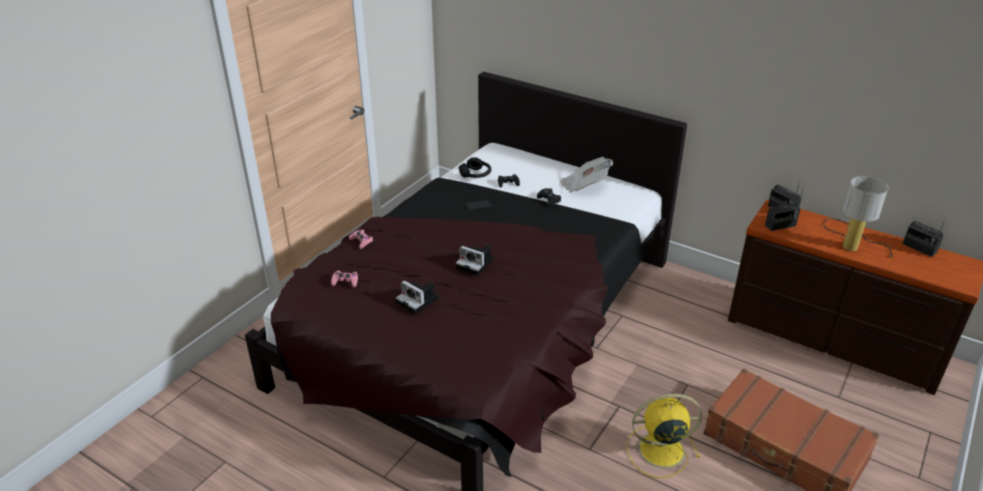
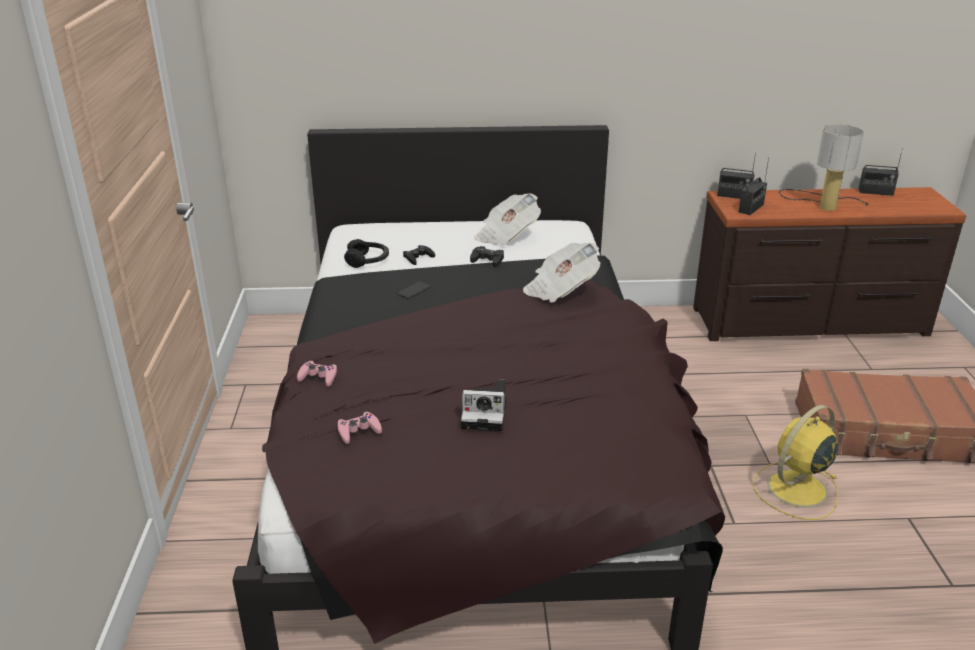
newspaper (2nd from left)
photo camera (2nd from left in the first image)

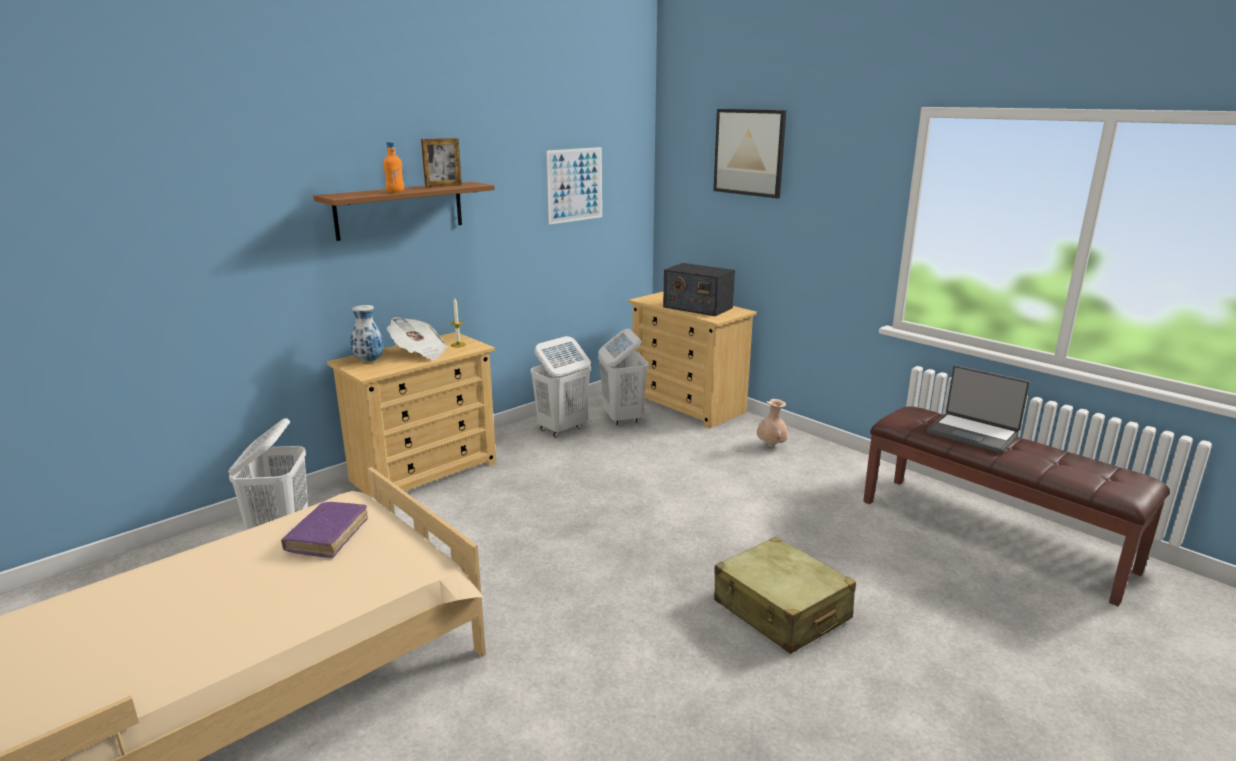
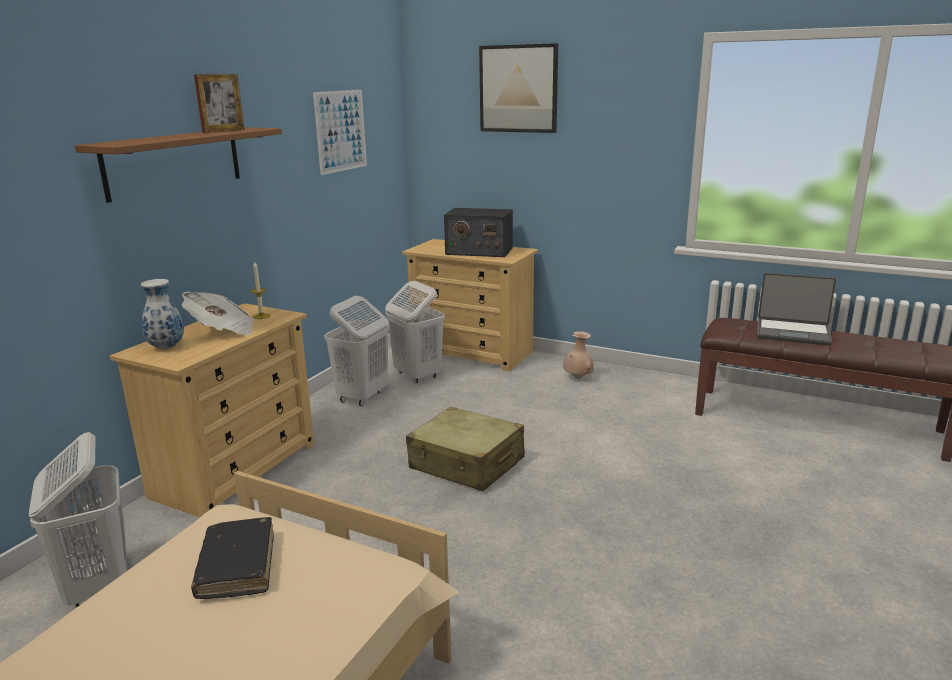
black volume
beige-coloured piece of luggage
orange-coloured drink bottle

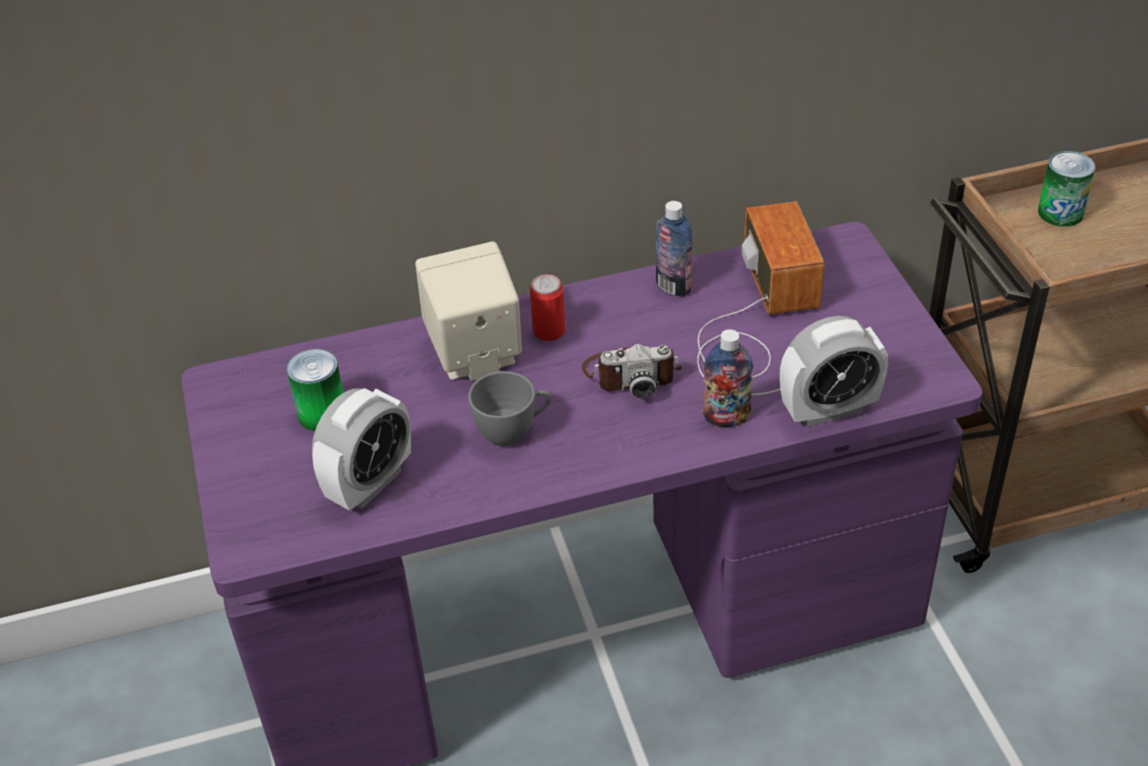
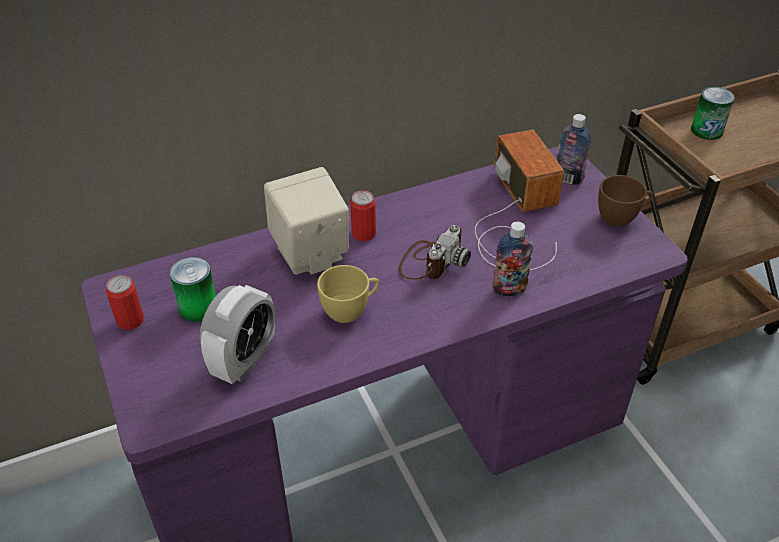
sealed can (1st from left)
yellowish cup
photo camera
drink bottle (2nd from left)
brownish cup
table clock (2nd from left in the first image)

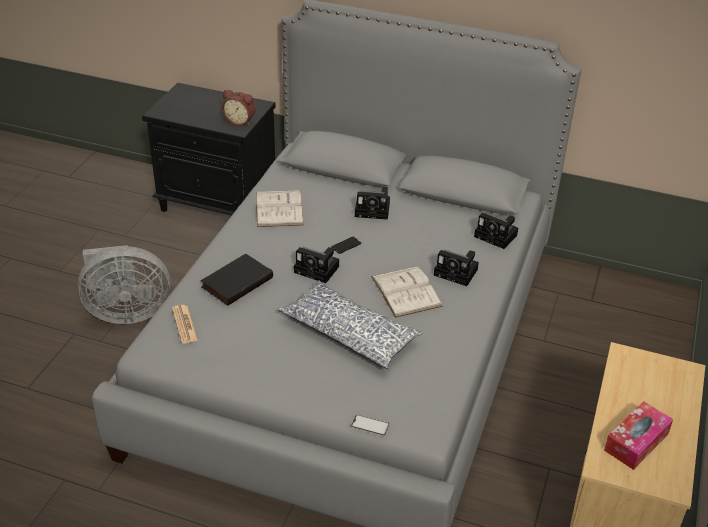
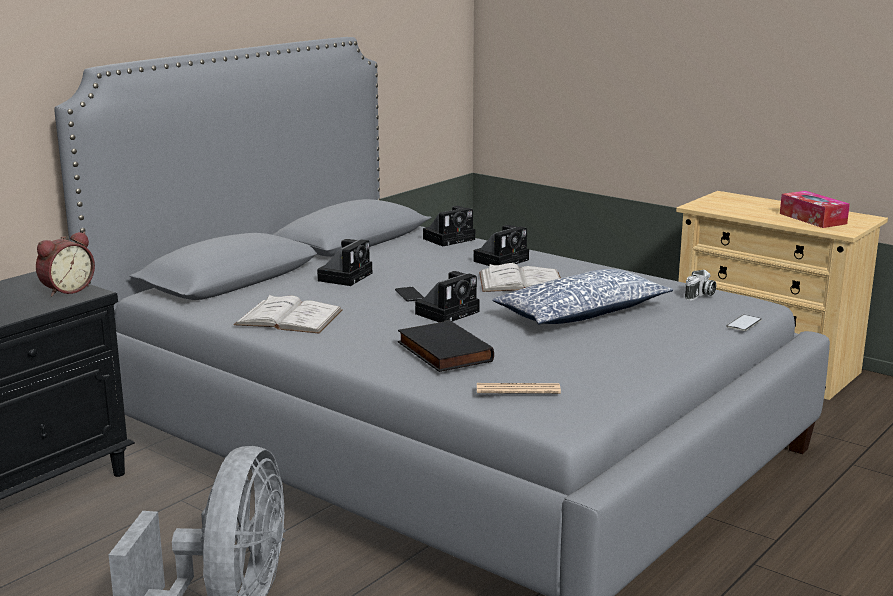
photo camera (5th from left)

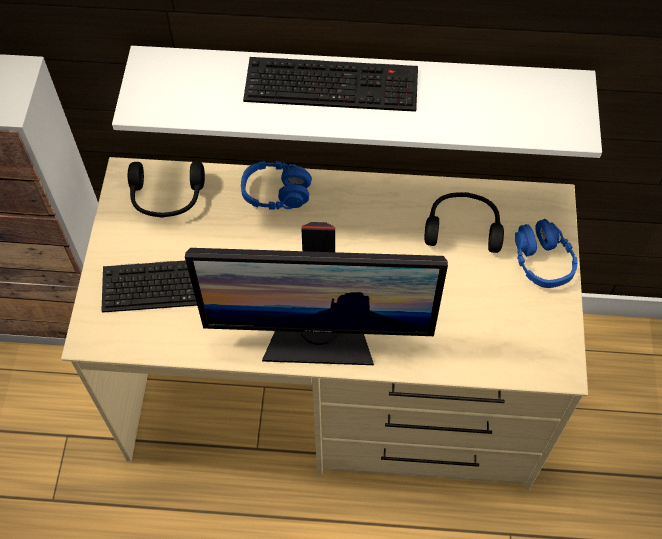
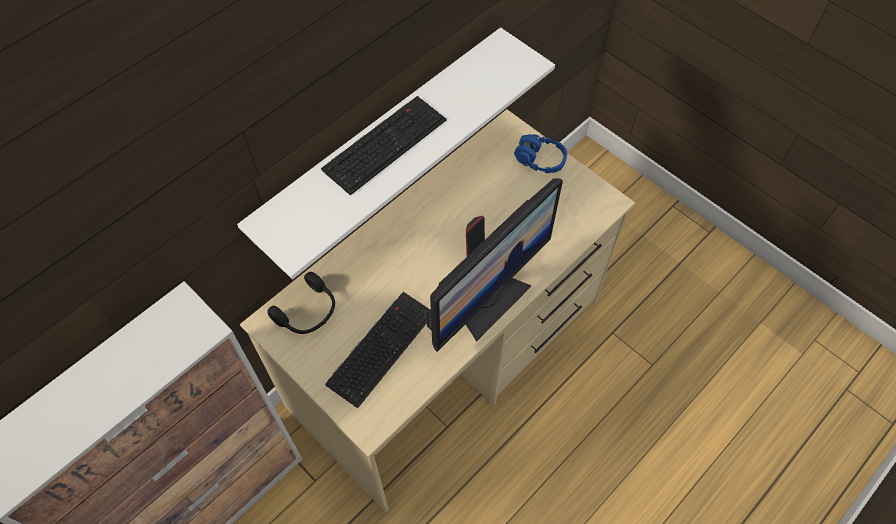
blue-coloured headphones (1st from left in the first image)
black headphones (2nd from left in the first image)

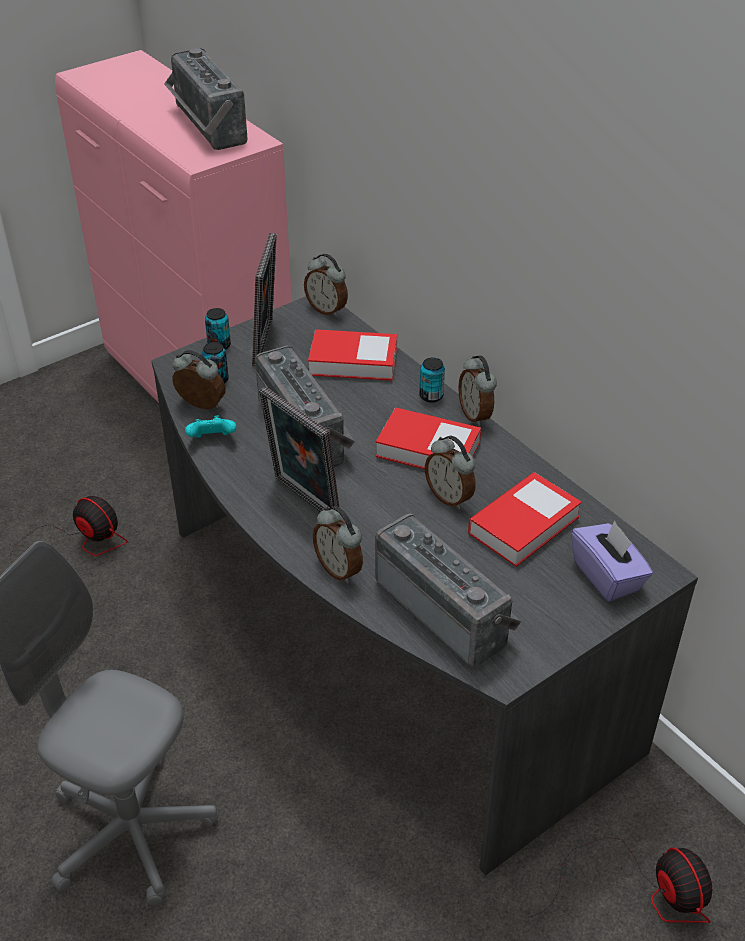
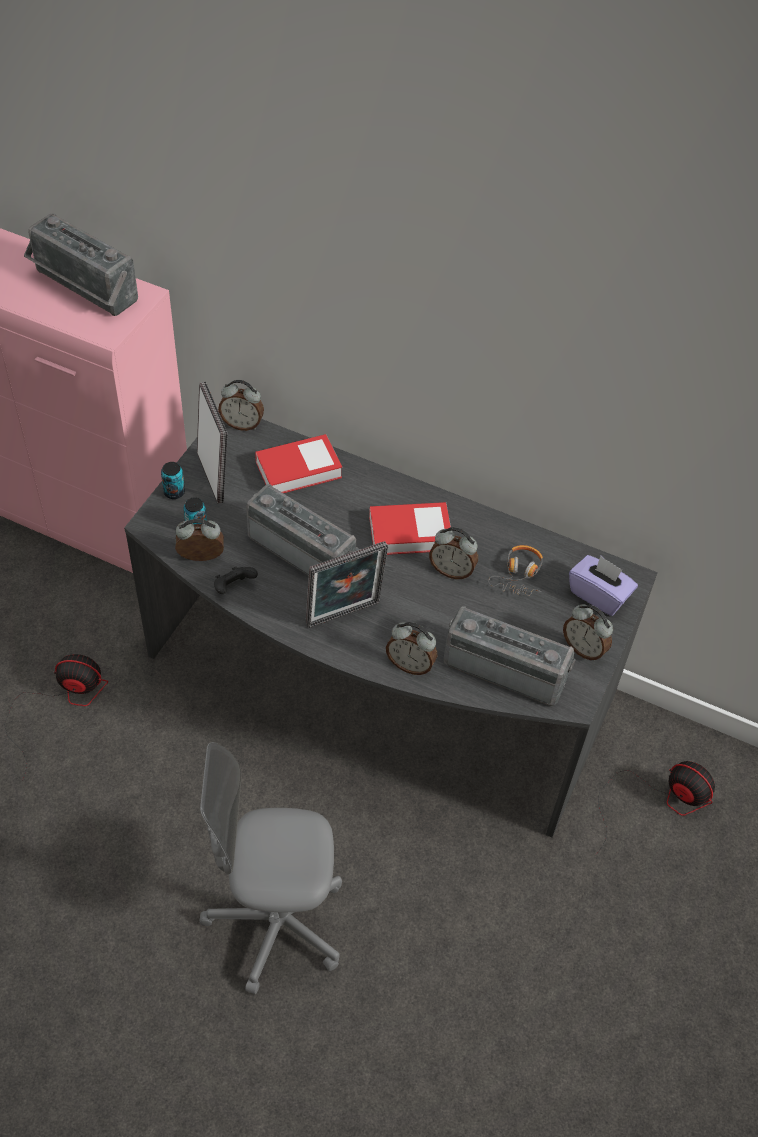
black gamepad
photo frame (2nd from left)
headphones
table clock (5th from left)
sealed can (3rd from left in the first image)

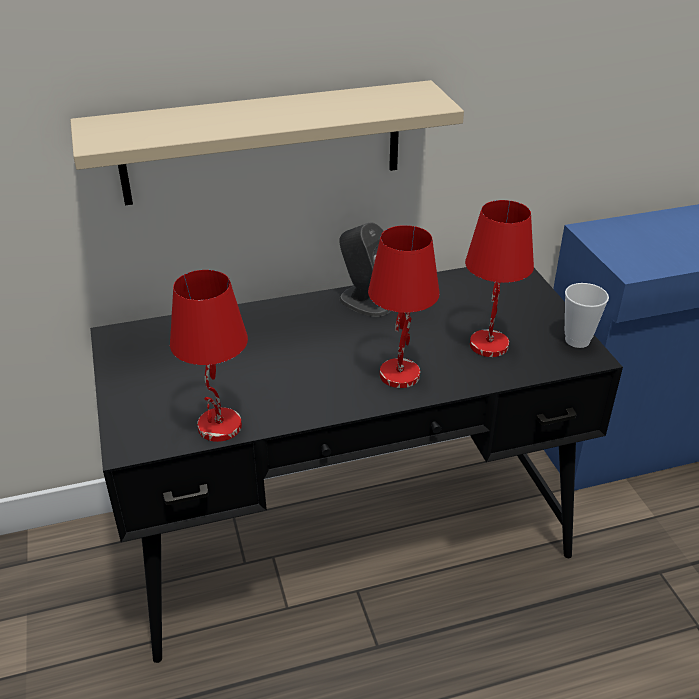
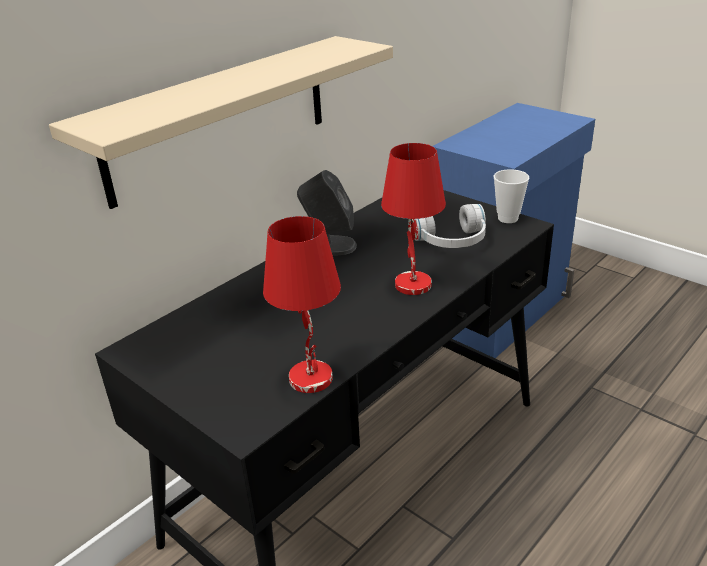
whitish headphones

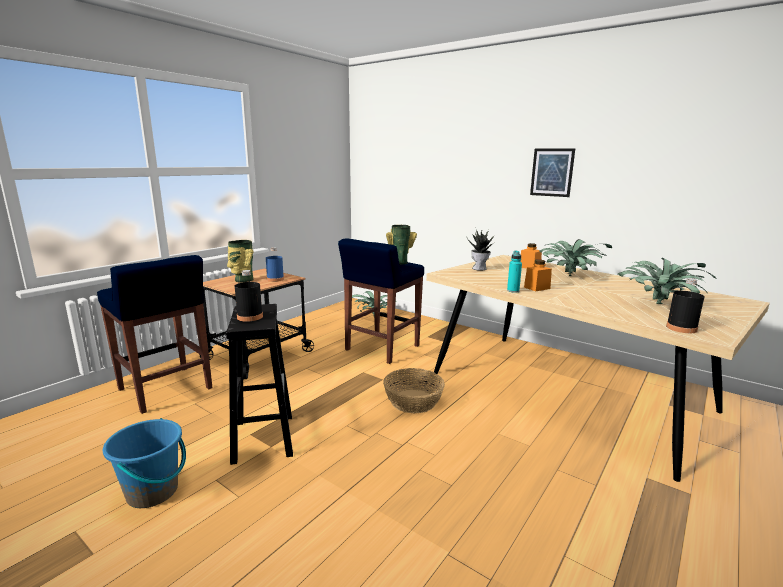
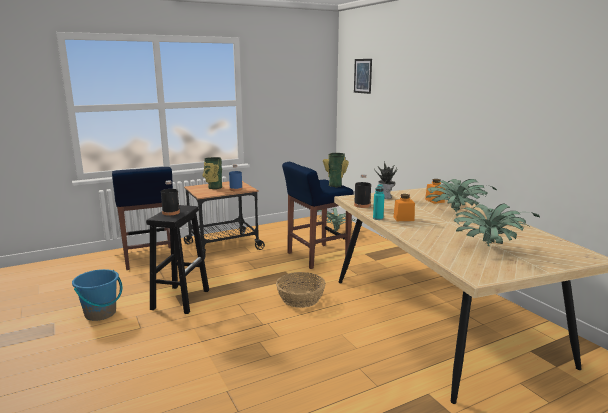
picture
black drink bottle (2nd from left)

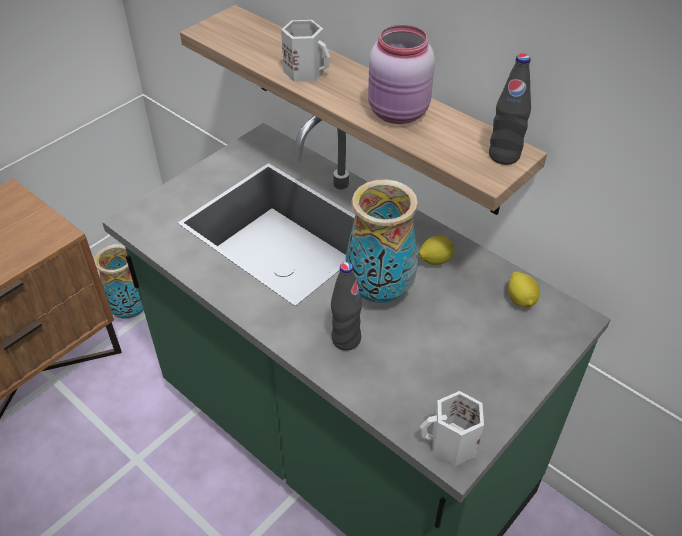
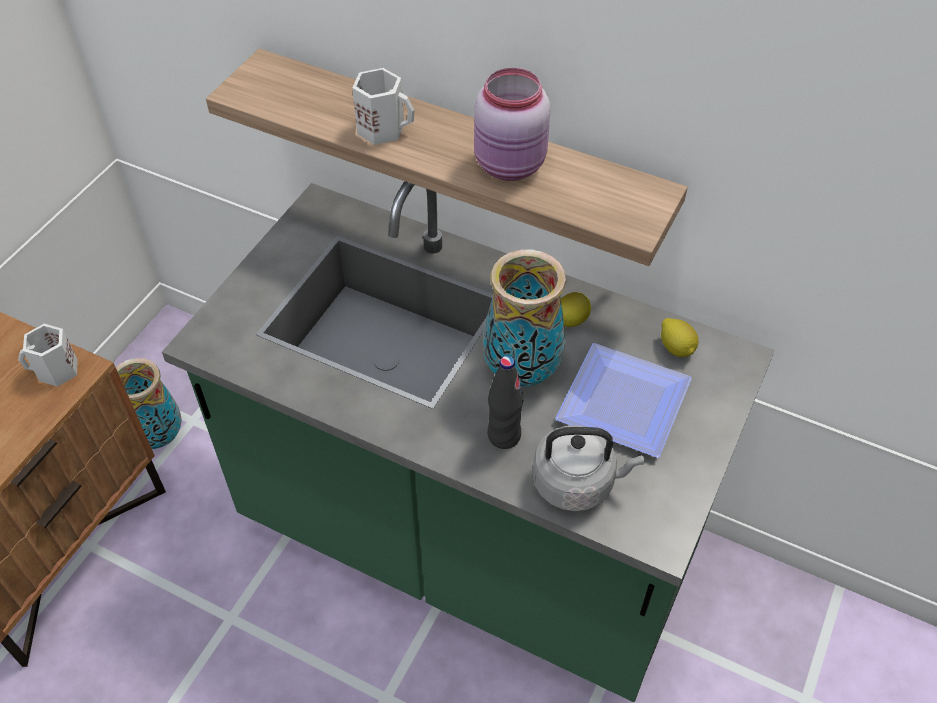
whitish mug (1st from left)
gray kettle
dinner plate
black drink bottle (2nd from left in the first image)

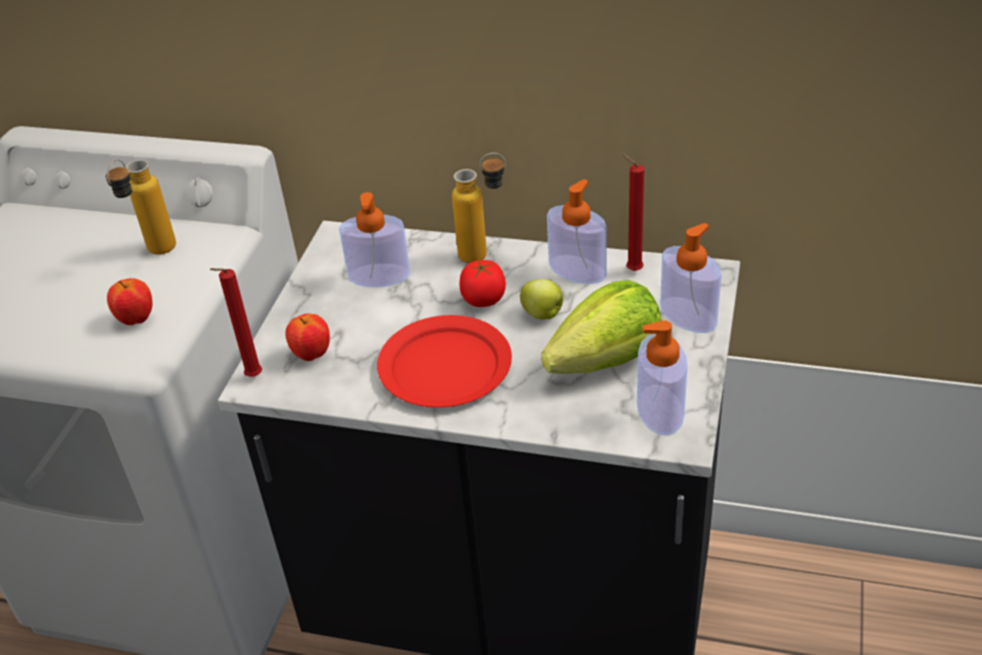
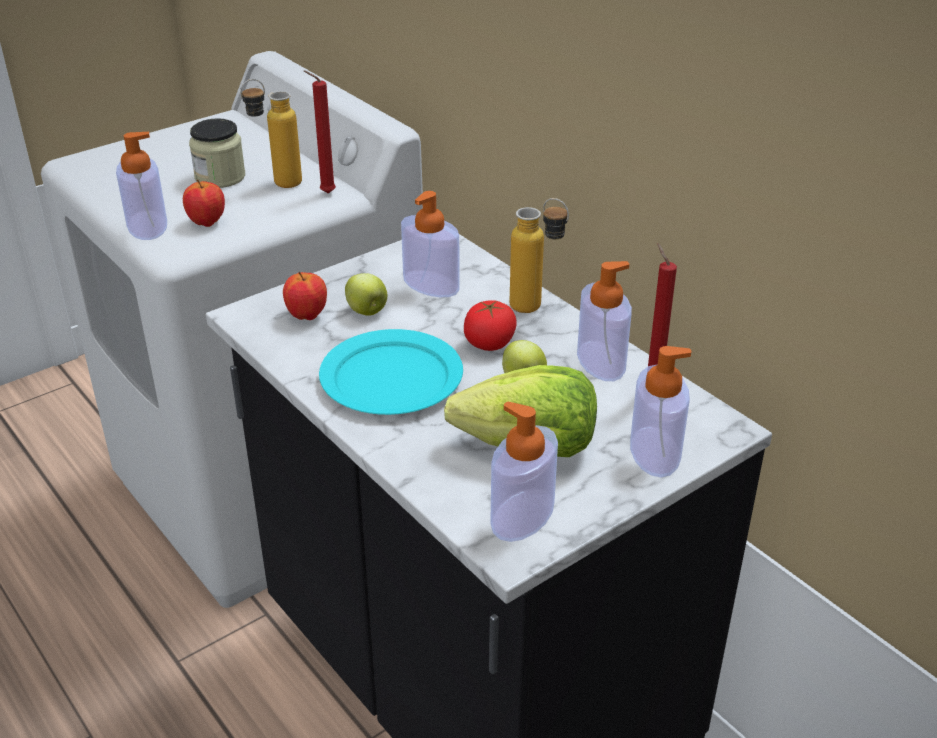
soap bottle (1st from left)
storage jar
reddish candle (1st from left)
turquoise-coloured dinner plate
whole apple (3rd from left)

